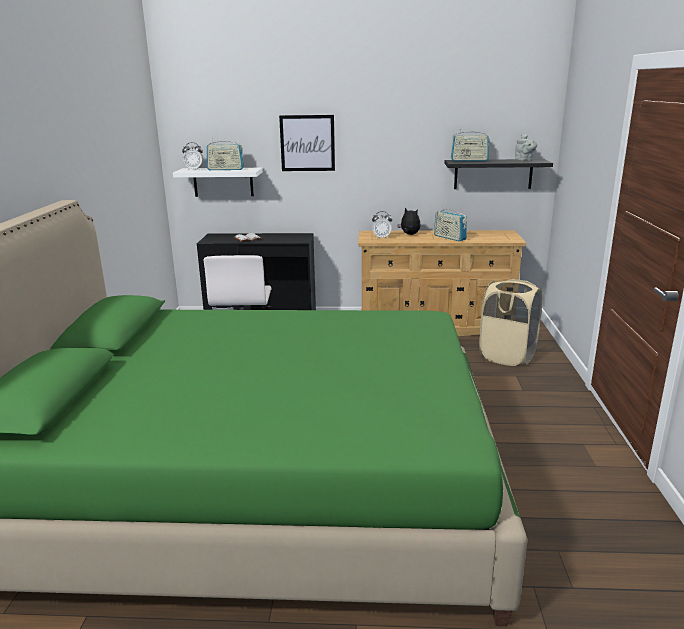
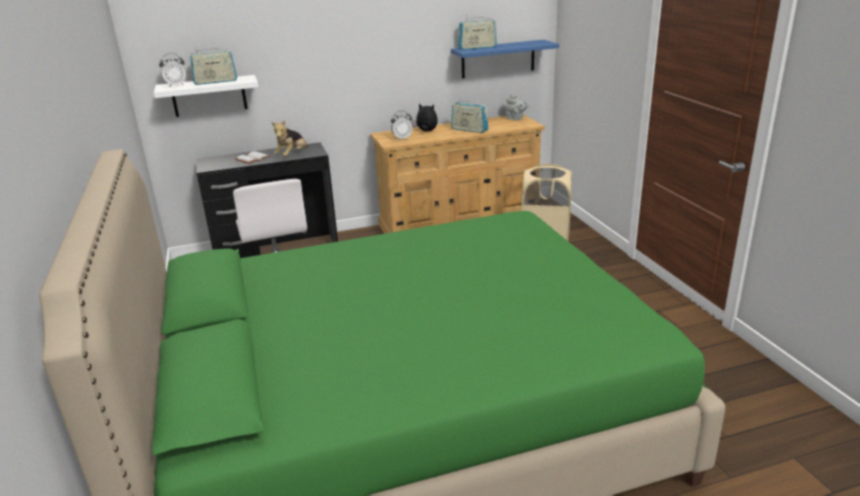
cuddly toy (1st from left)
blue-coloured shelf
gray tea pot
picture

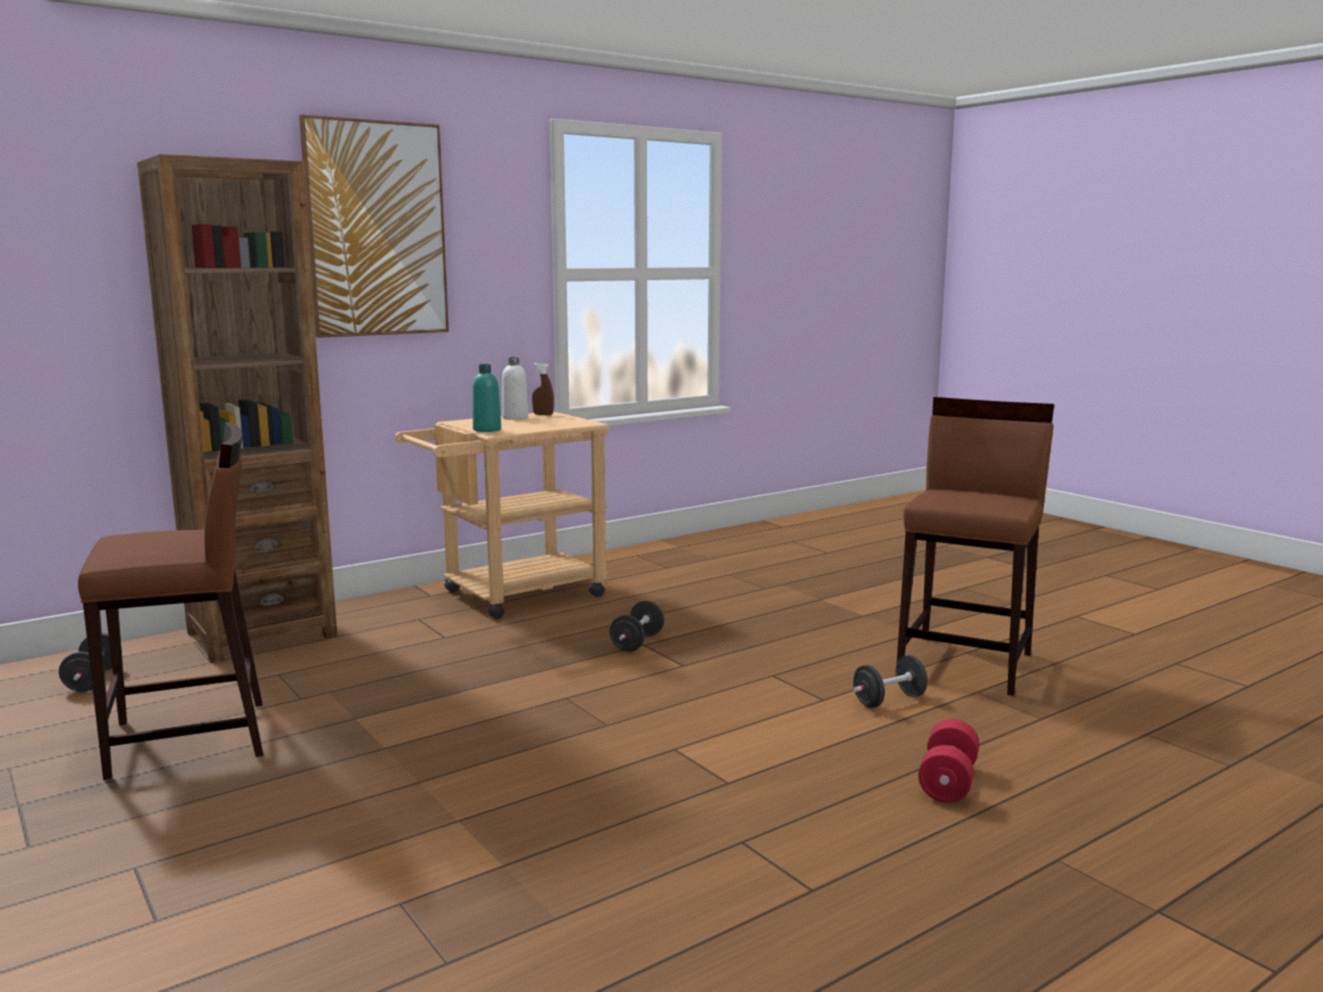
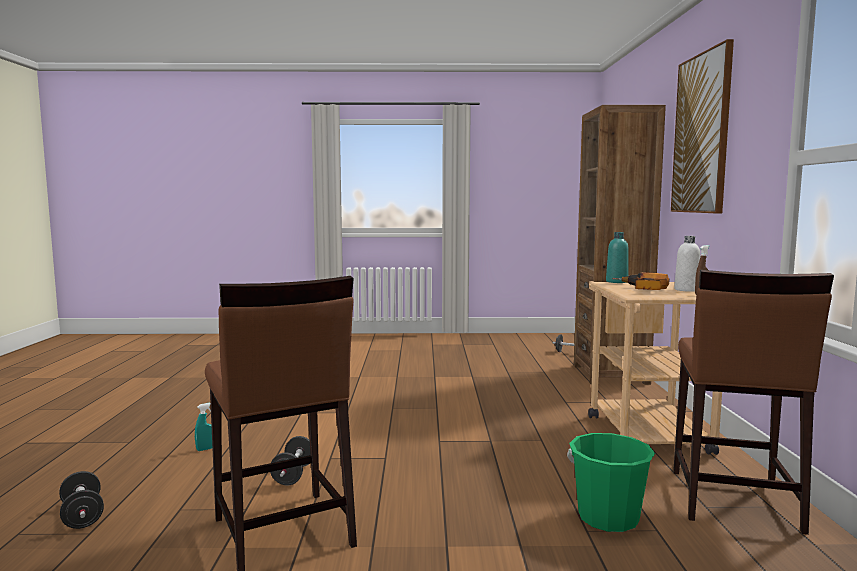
black hand weight (1st from left)
turquoise-coloured sprayer
green pail
electric drill
brownish sitting stool (2nd from left)

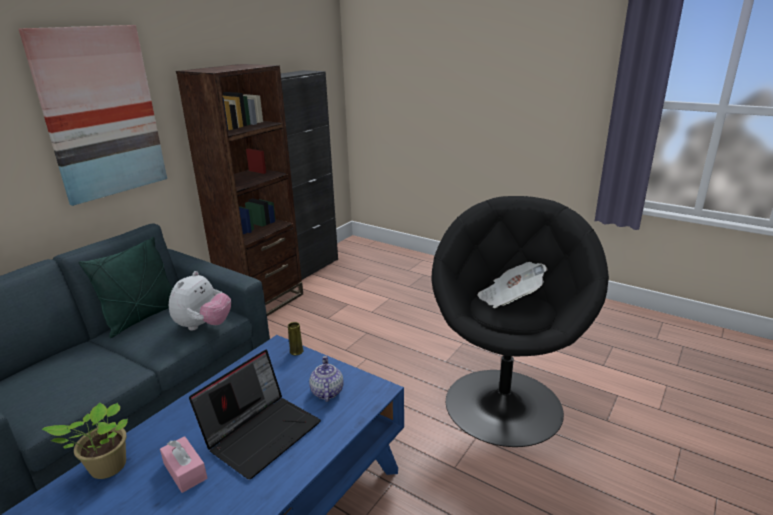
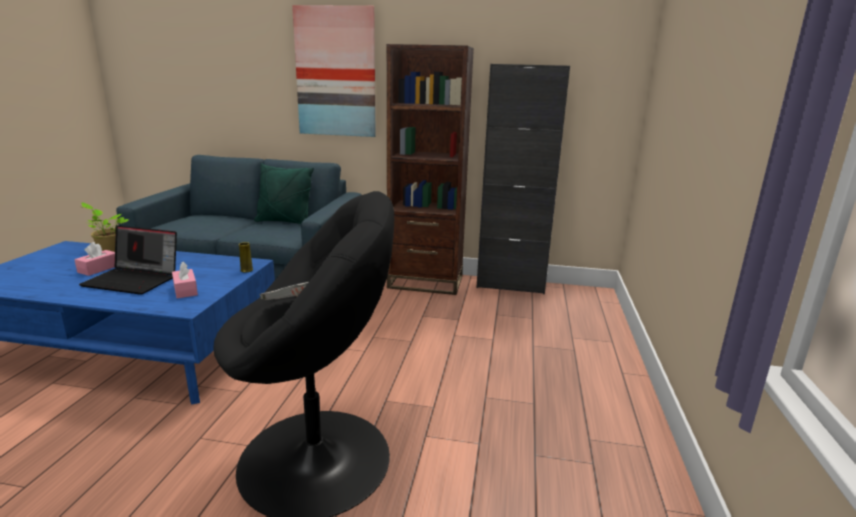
pinkish tissue box (2nd from left)
cuddly toy

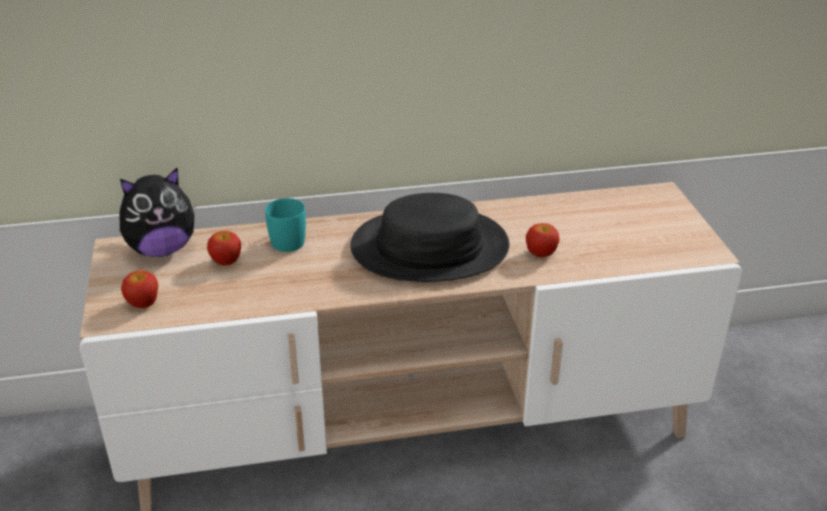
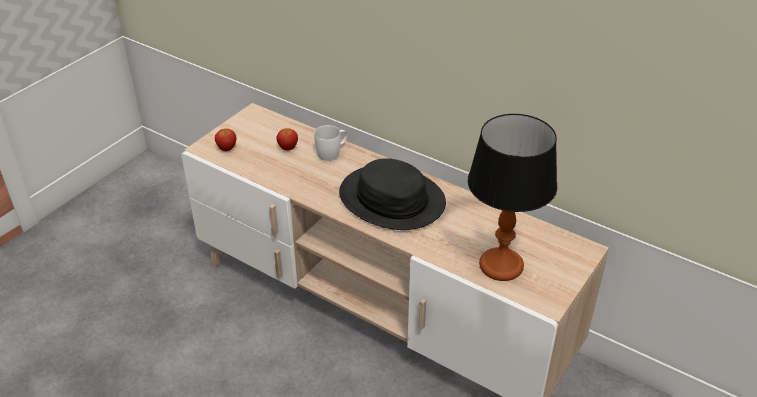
whitish mug
lamp for a table
cuddly toy
whole apple (3rd from left in the first image)

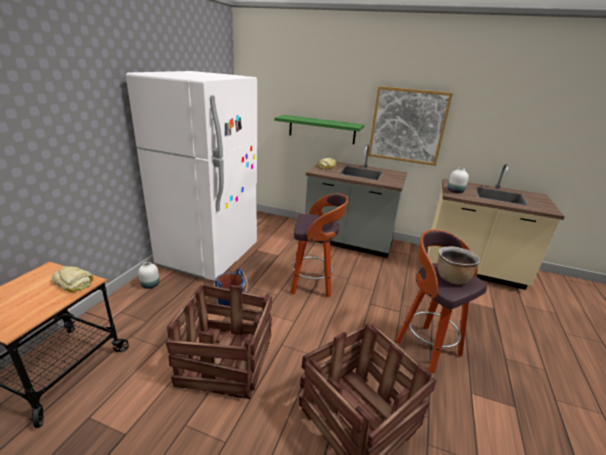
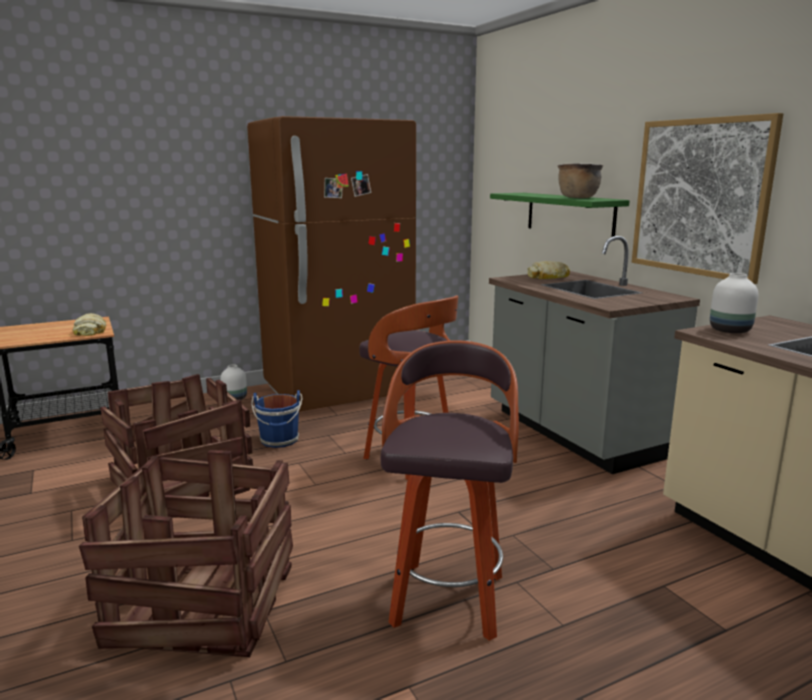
brownish refrigerator
brownish stockpot

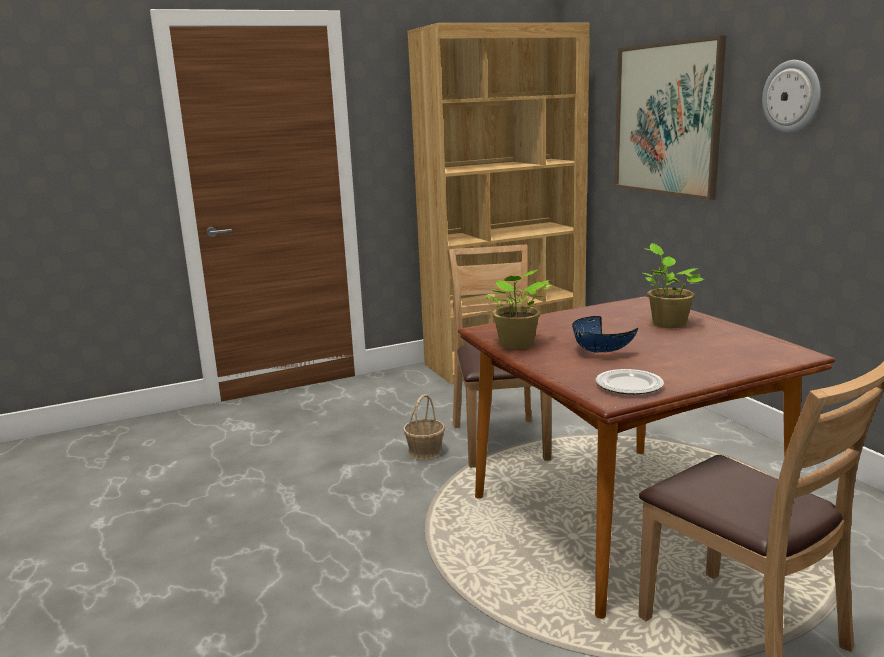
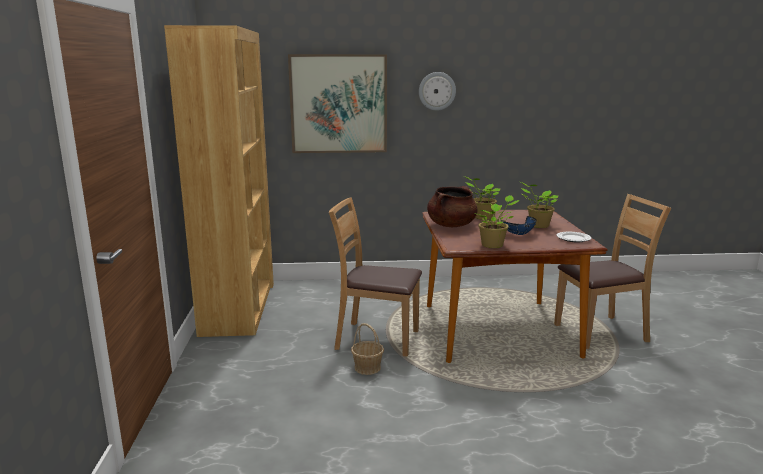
brownish stockpot
plant in a pot (3rd from left)

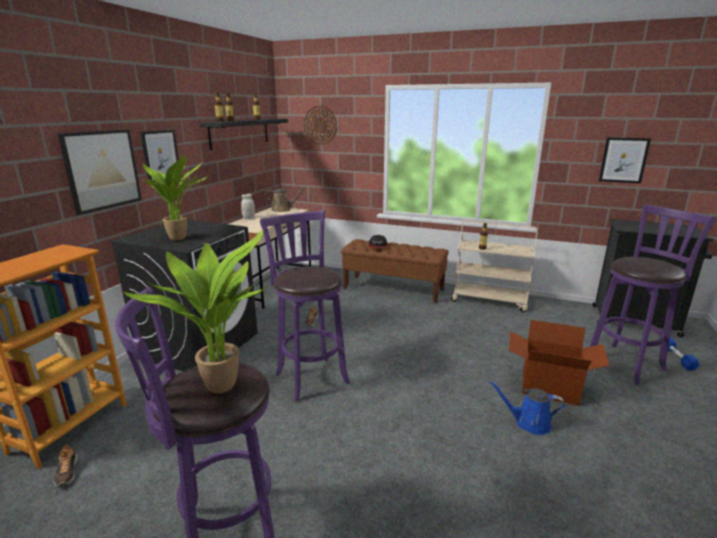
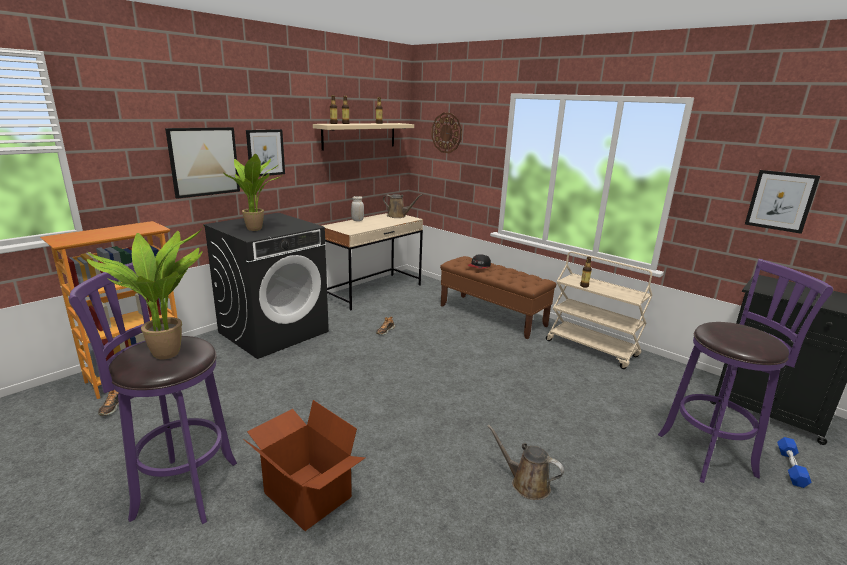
carton
beige-coloured shelf
brownish sprinkling can (2nd from left)
purple-coloured sitting stool (2nd from left in the first image)

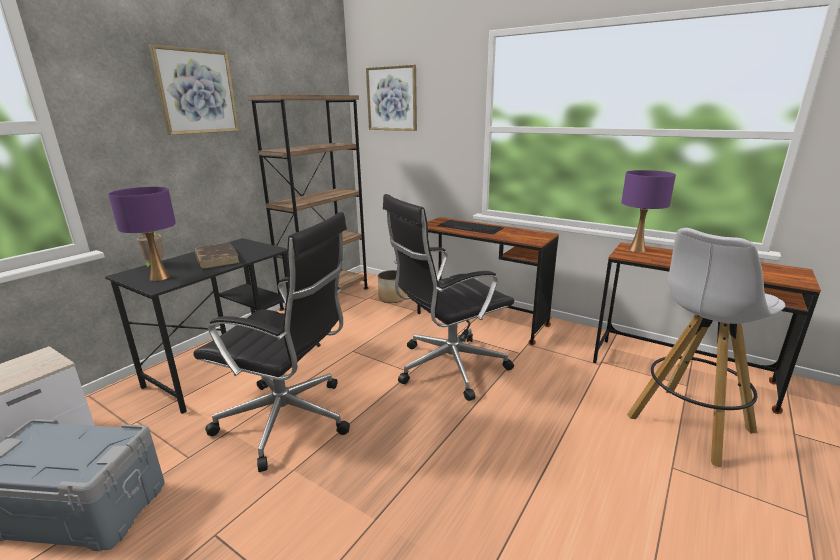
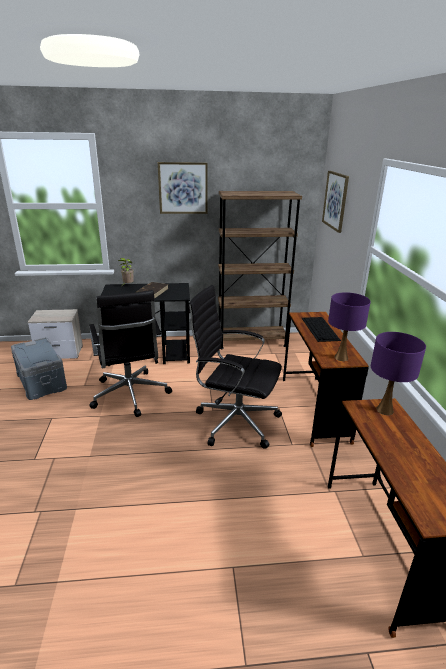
purple-coloured lamp for a table (1st from left)
planter
whitish sitting stool

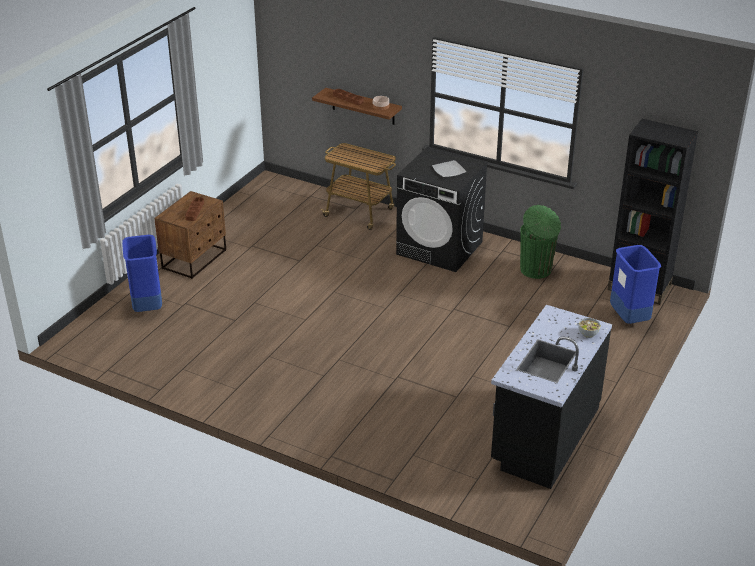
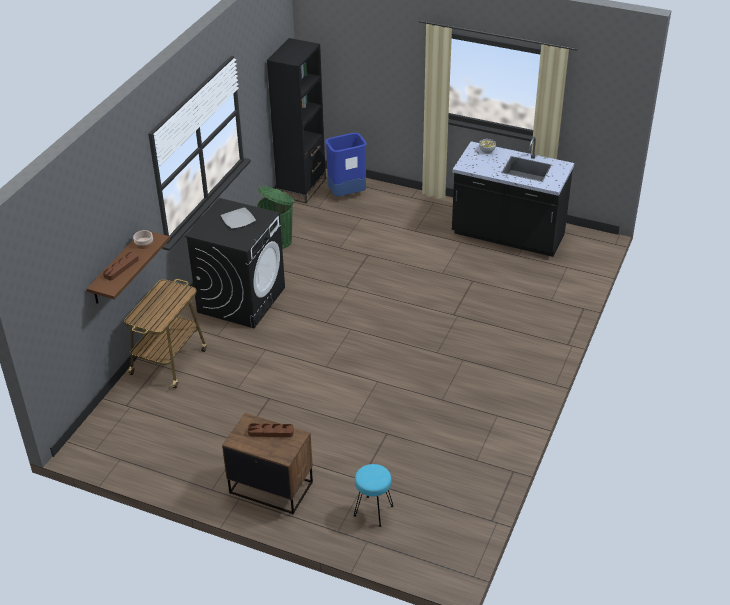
turquoise-coloured sitting stool

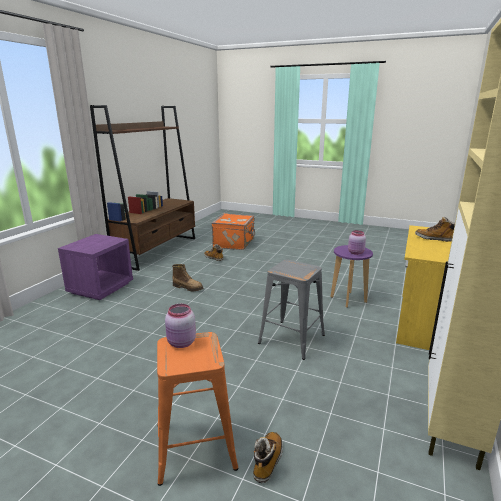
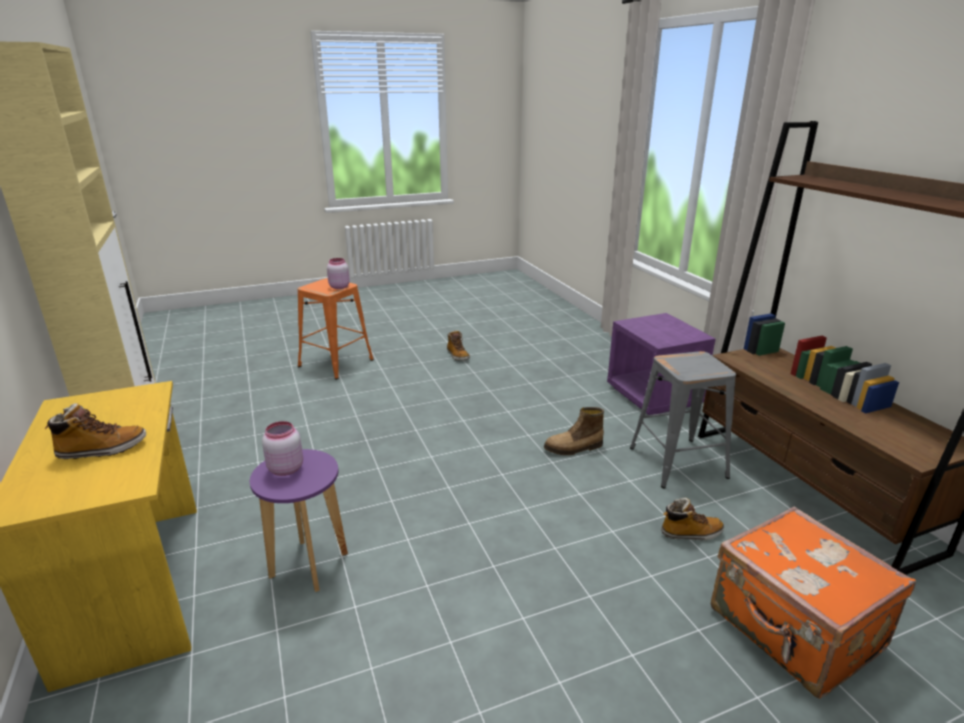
tall boot (2nd from left)
gray sitting stool

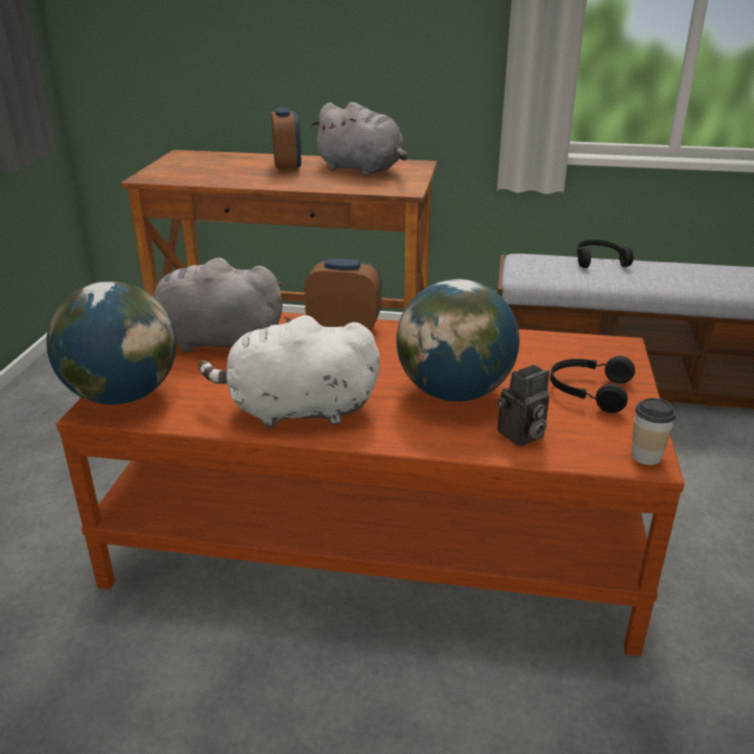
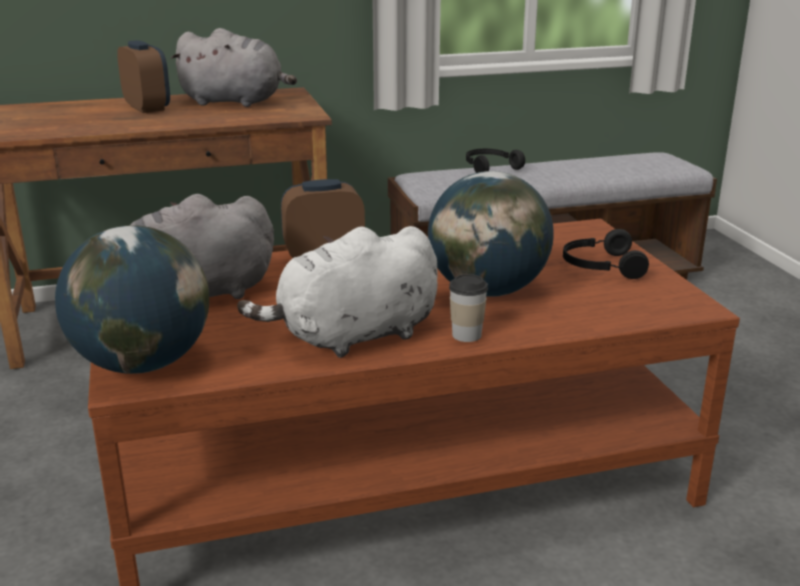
cup
photo camera

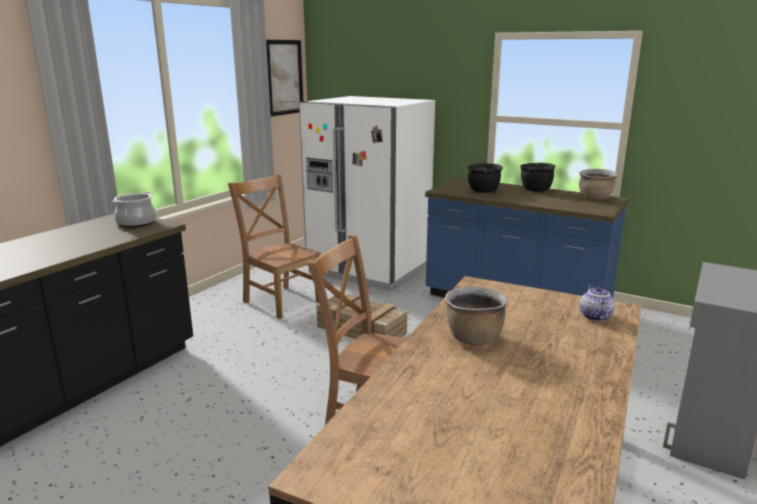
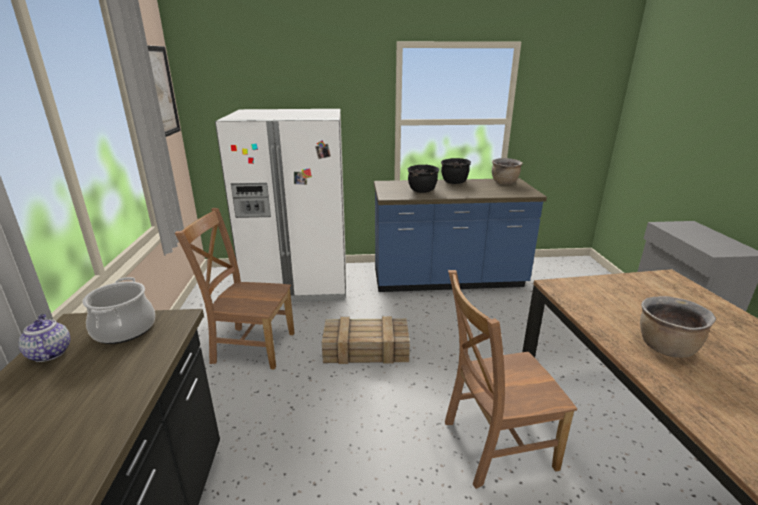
tea pot

